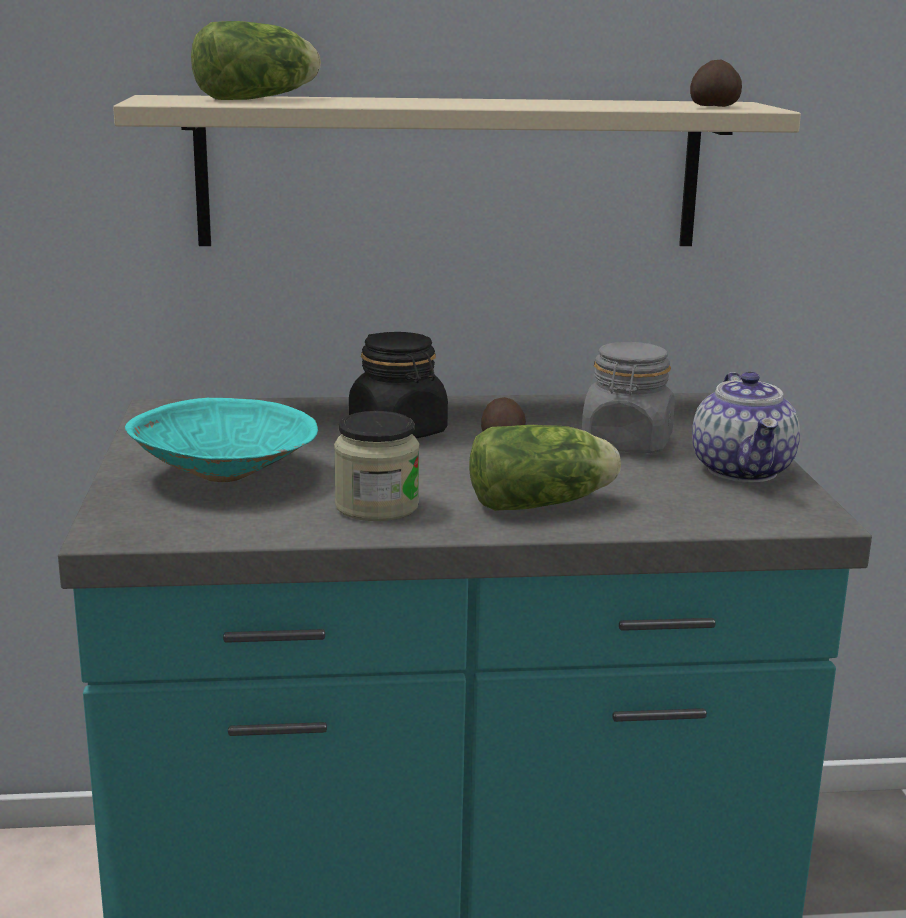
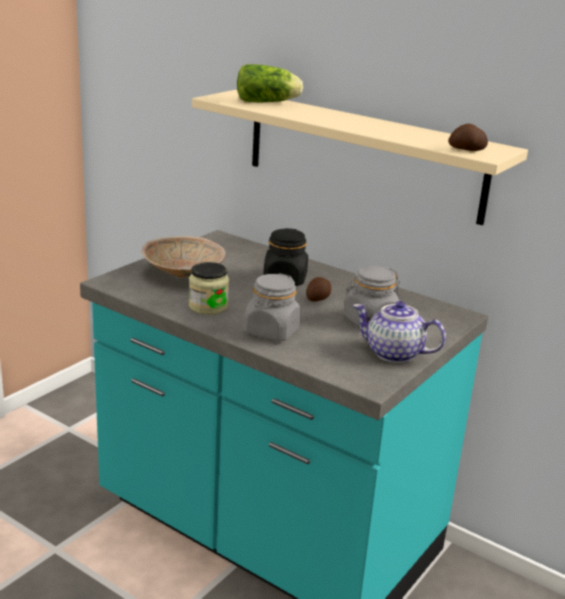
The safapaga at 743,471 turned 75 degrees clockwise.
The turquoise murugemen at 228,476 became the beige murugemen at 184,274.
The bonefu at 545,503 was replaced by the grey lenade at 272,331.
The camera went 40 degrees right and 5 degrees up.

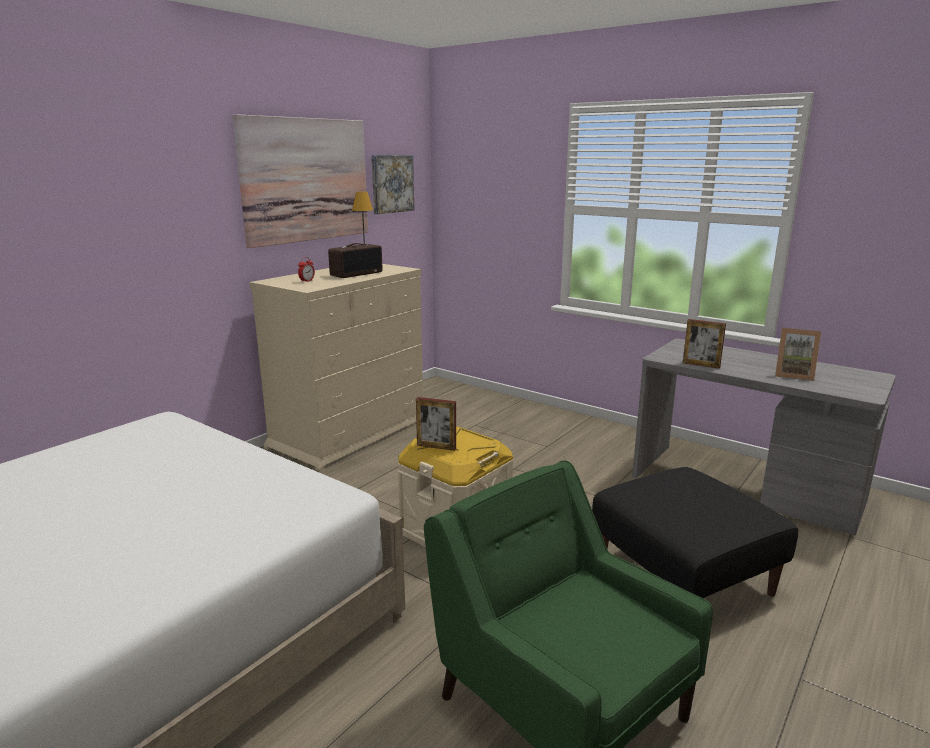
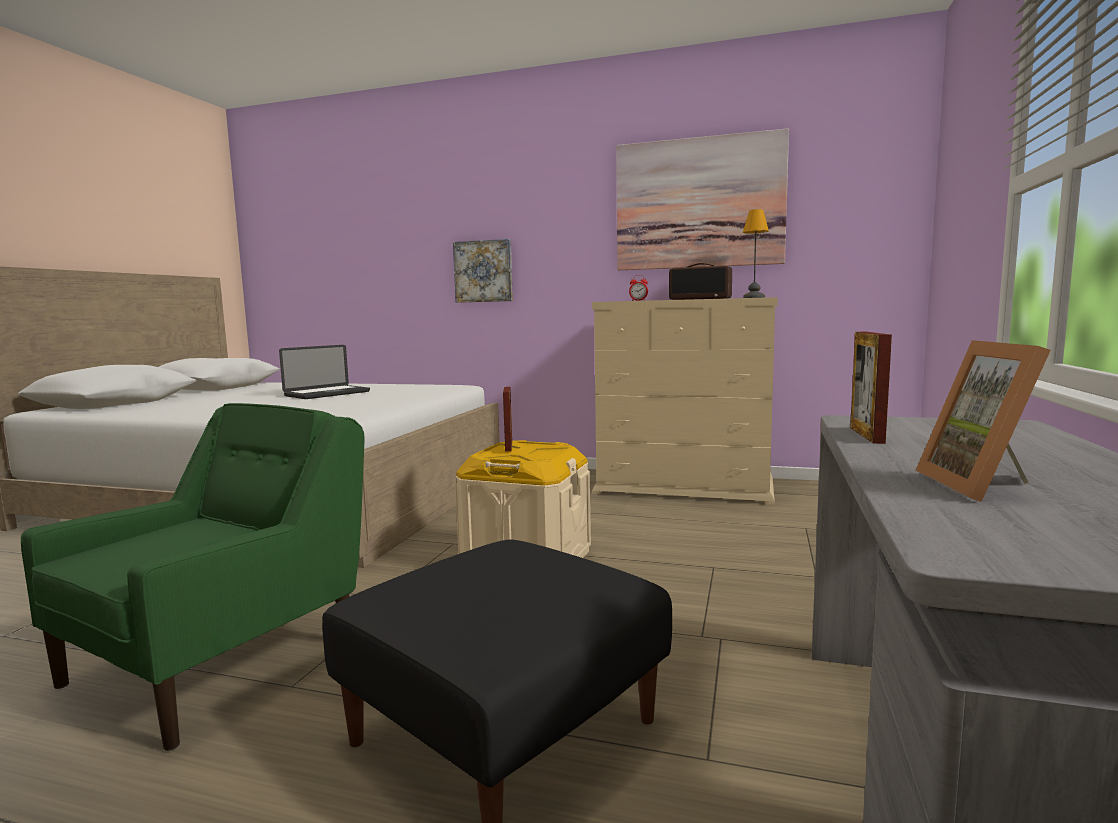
The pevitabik moved from 392,184 to 483,271.
The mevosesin at 327,394 appeared.
The camera went 70 degrees right and 10 degrees down.

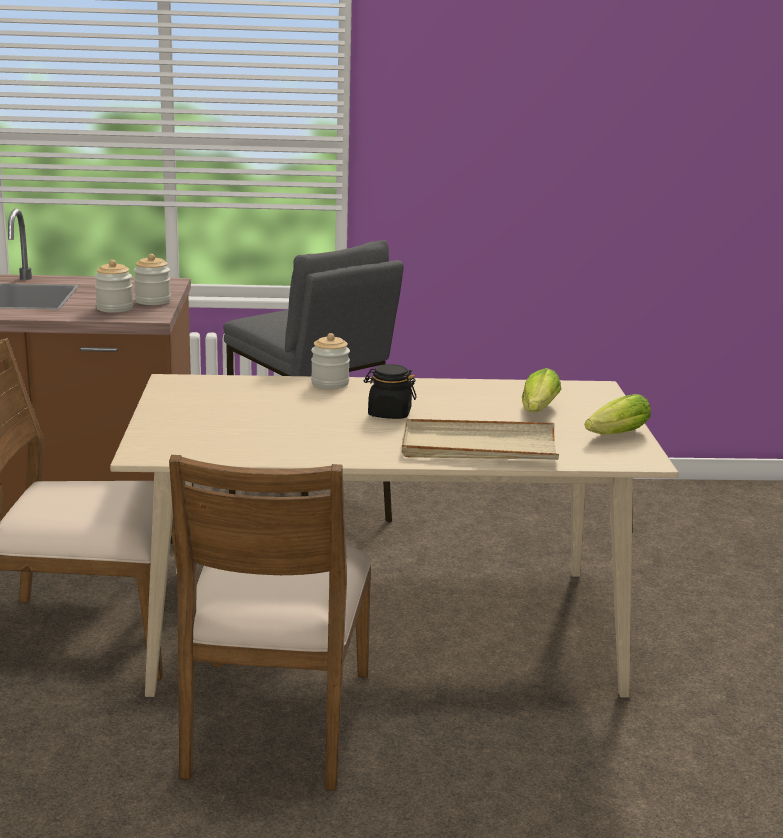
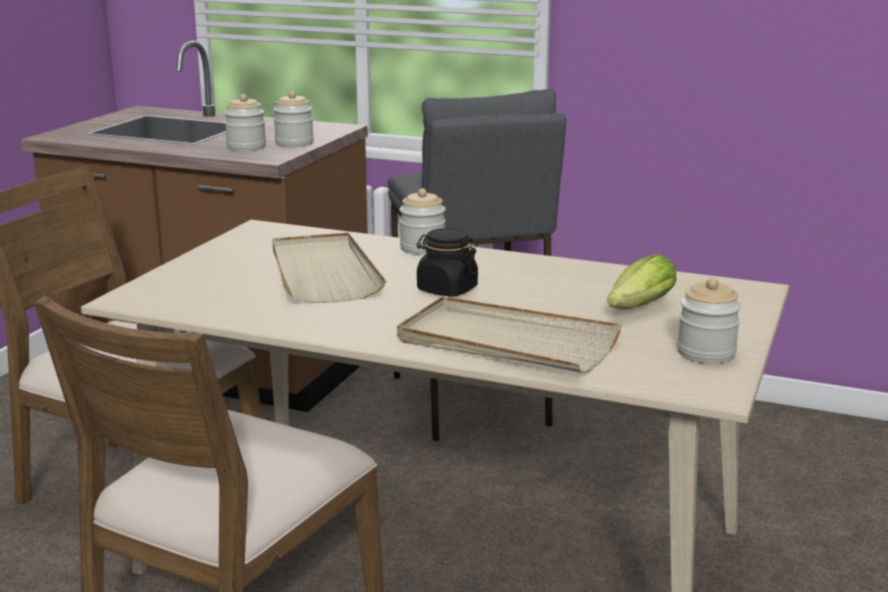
The bonefu at 613,435 was replaced by the lenade at 706,353.
The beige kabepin at 323,273 appeared.
The camera went 25 degrees right and 0 degrees up.

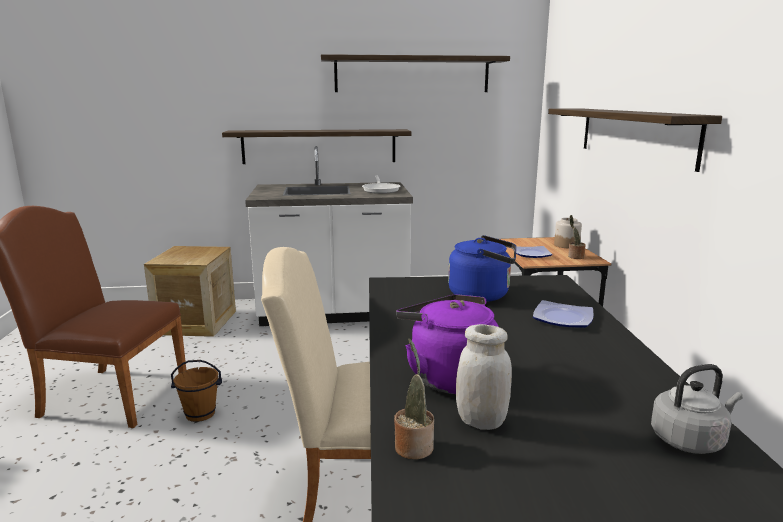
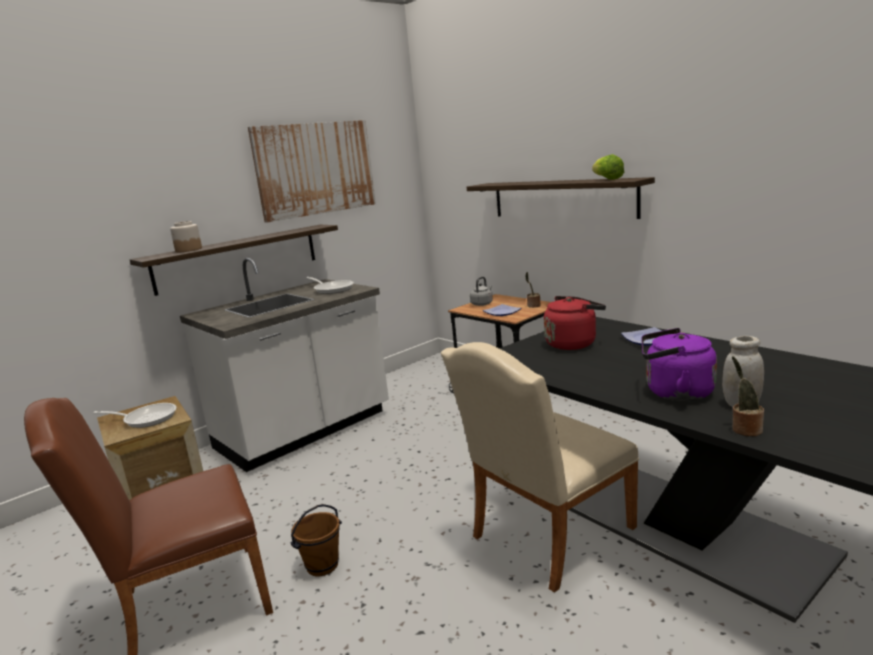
The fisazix at 412,74 was replaced by the pevitabik at 315,169.
The lenade moved from 566,245 to 188,250.
The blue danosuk at 483,295 became the red danosuk at 573,343.
The grey danosuk moved from 690,440 to 482,304.
The bonefu at 607,179 appeared.
The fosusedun at 146,418 appeared.
The camera went 35 degrees left and 0 degrees up.

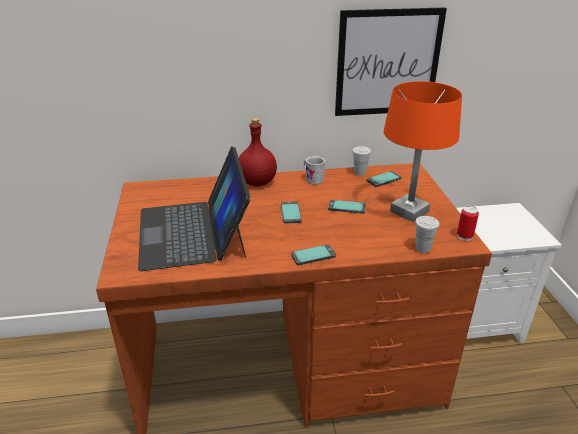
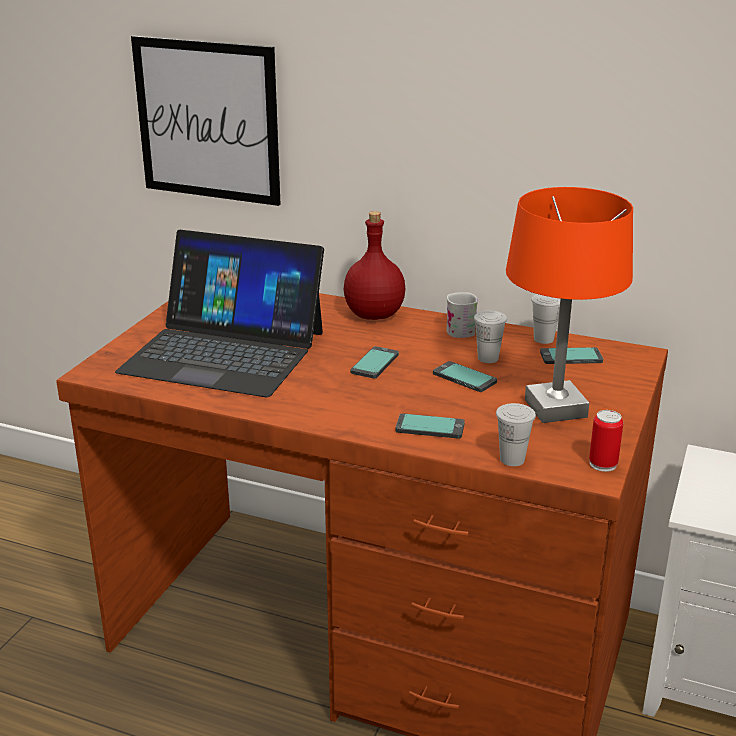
The pevitabik moved from 387,63 to 207,120.
The mevosesin at 193,232 turned 90 degrees counterclockwise.
The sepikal moved from 313,255 to 430,427.
The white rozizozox at 488,358 appeared.
The camera went 30 degrees right and 5 degrees down.

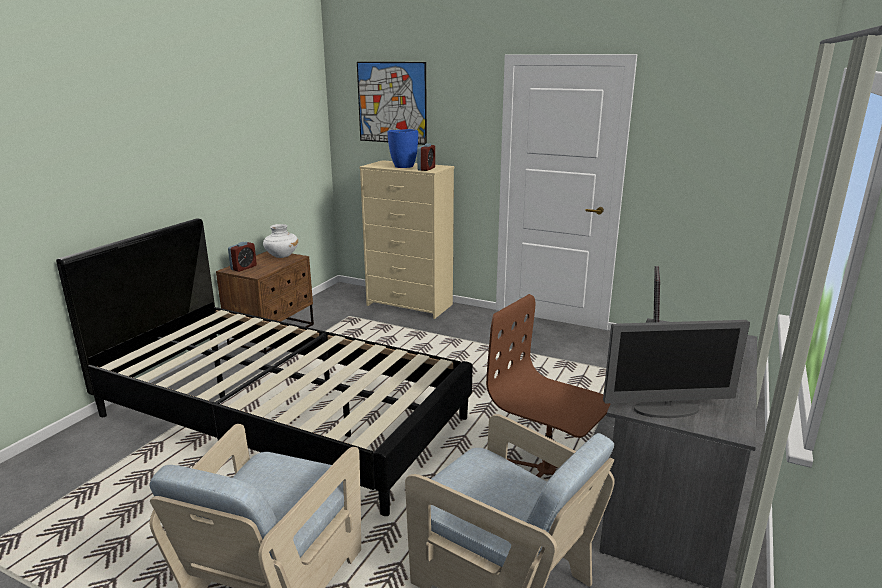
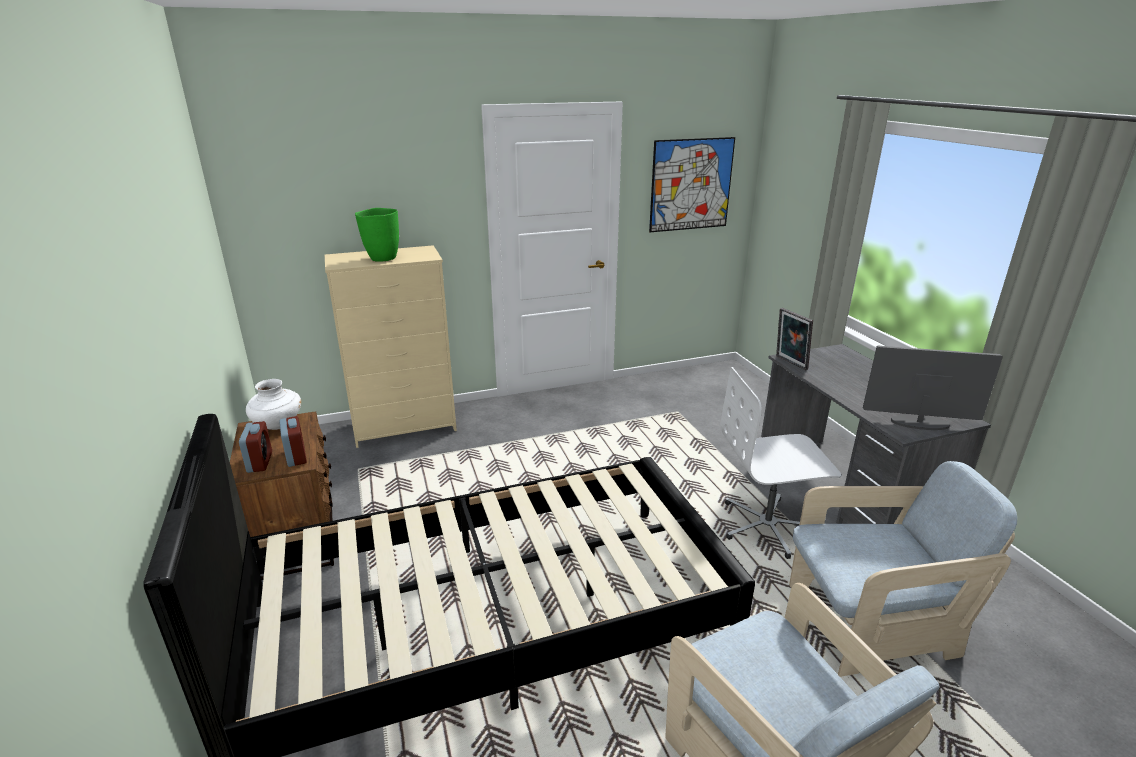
The pevitabik moved from 392,103 to 691,185.
The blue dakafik at 403,167 became the green dakafik at 382,258.
The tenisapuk moved from 426,169 to 296,456.
The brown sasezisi at 545,475 became the white sasezisi at 768,526.
The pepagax at 667,409 turned 120 degrees counterclockwise.
The camera went 45 degrees left and 5 degrees up.

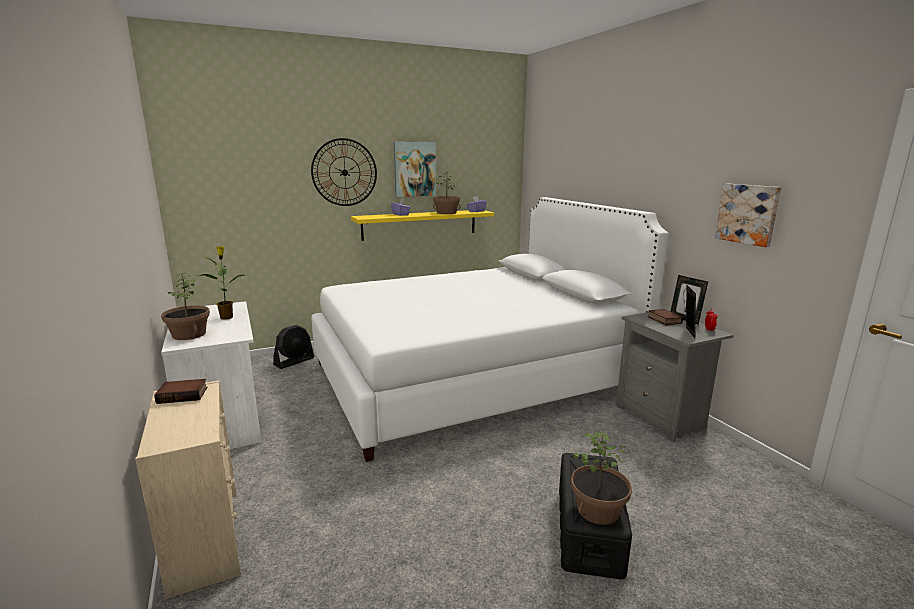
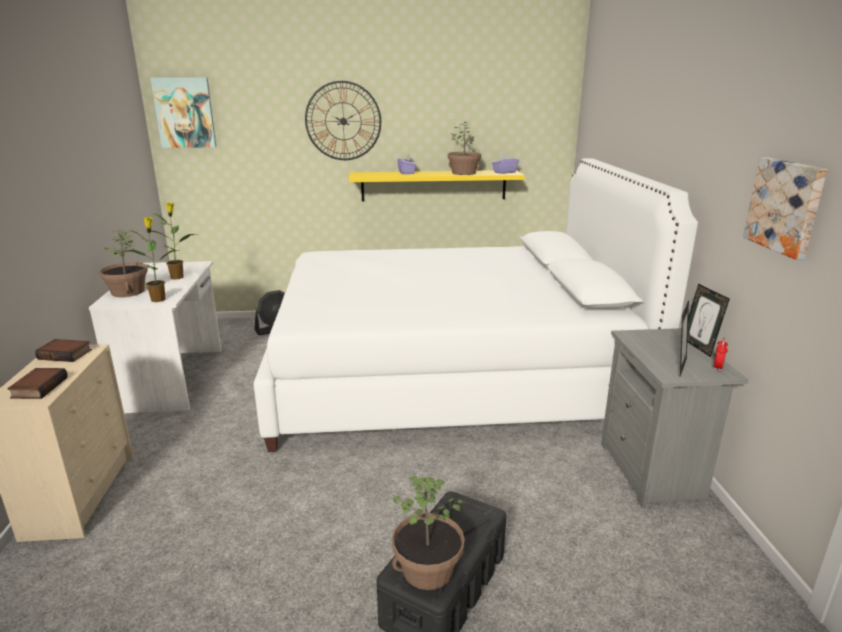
The pevitabik moved from 414,169 to 184,113.
The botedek moved from 663,320 to 39,387.
The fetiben at 159,299 appeared.
The camera went 20 degrees right and 5 degrees up.

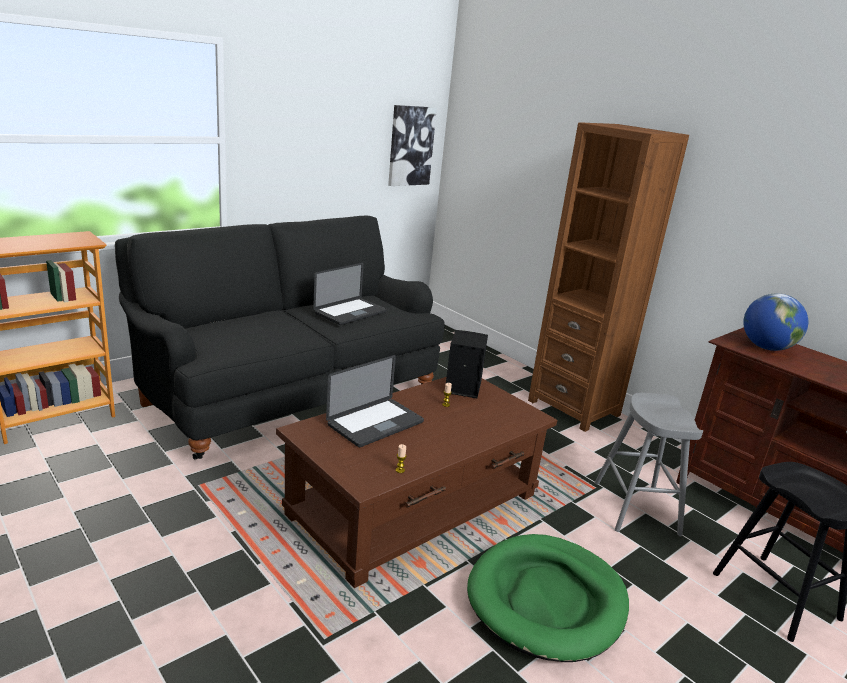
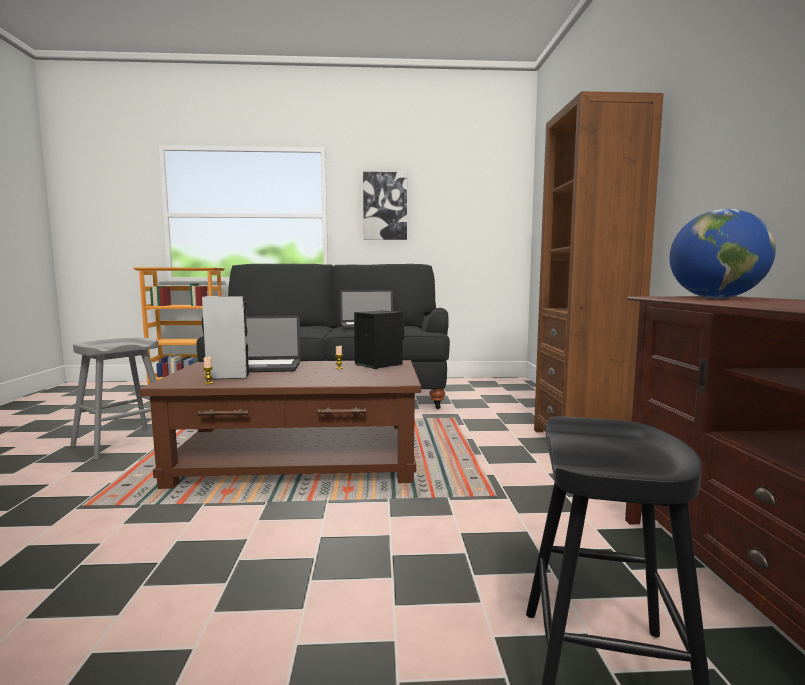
The pevitabik moved from 410,146 to 385,206.
The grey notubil moved from 636,508 to 122,442.
The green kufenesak at 547,600 disappeared.
The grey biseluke at 228,377 appeared.
The camera went 40 degrees right and 15 degrees down.

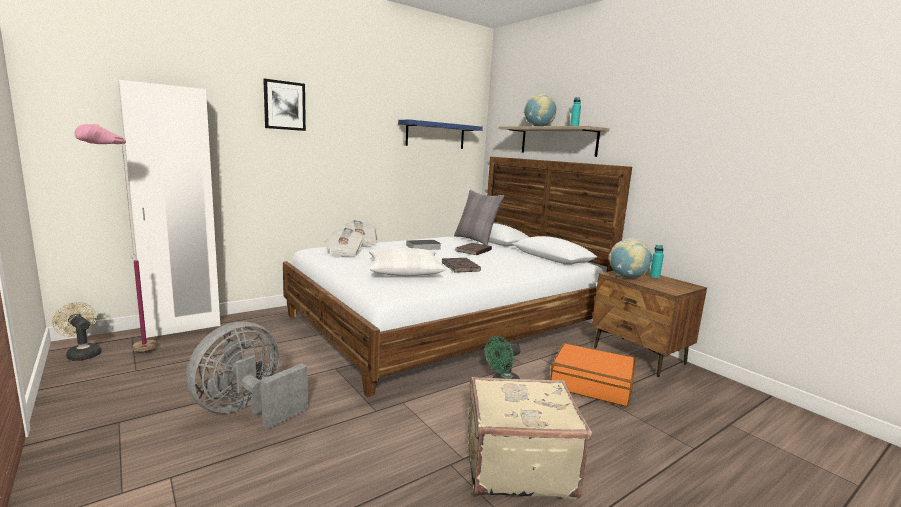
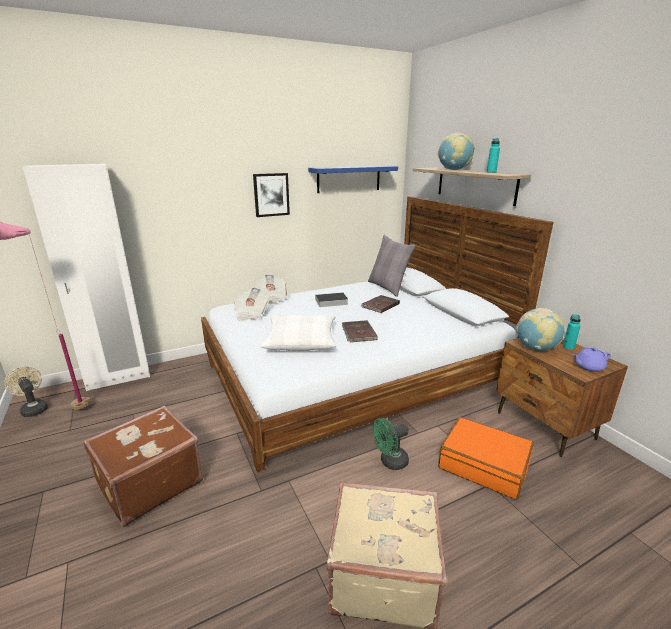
The pevitabik moved from 284,105 to 271,194.
The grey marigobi at 247,410 was replaced by the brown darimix at 149,483.
The purple safapaga at 588,367 appeared.
The camera went 10 degrees right and 10 degrees up.

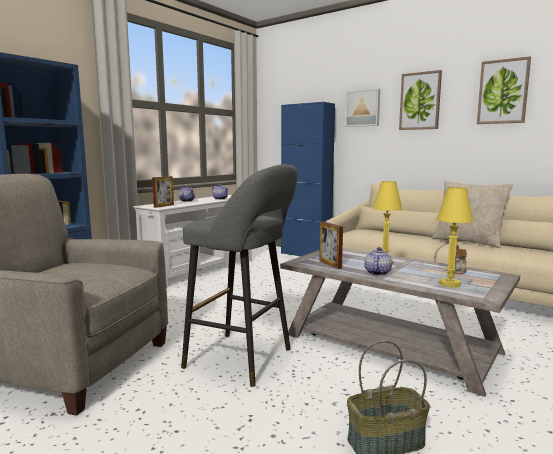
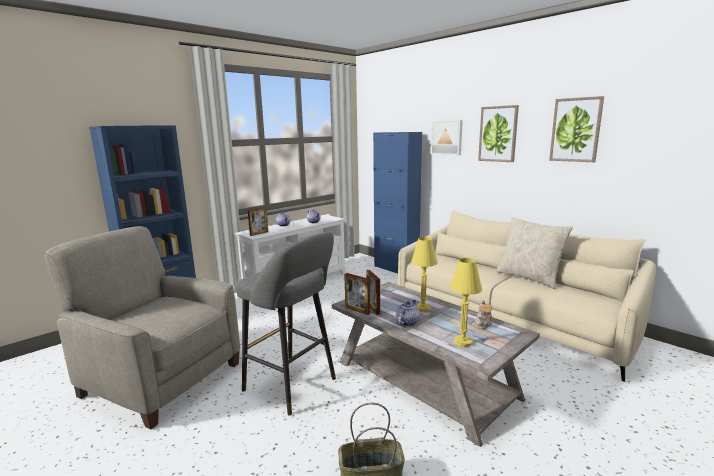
The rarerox at 357,310 appeared.
The camera went 10 degrees right and 5 degrees up.

